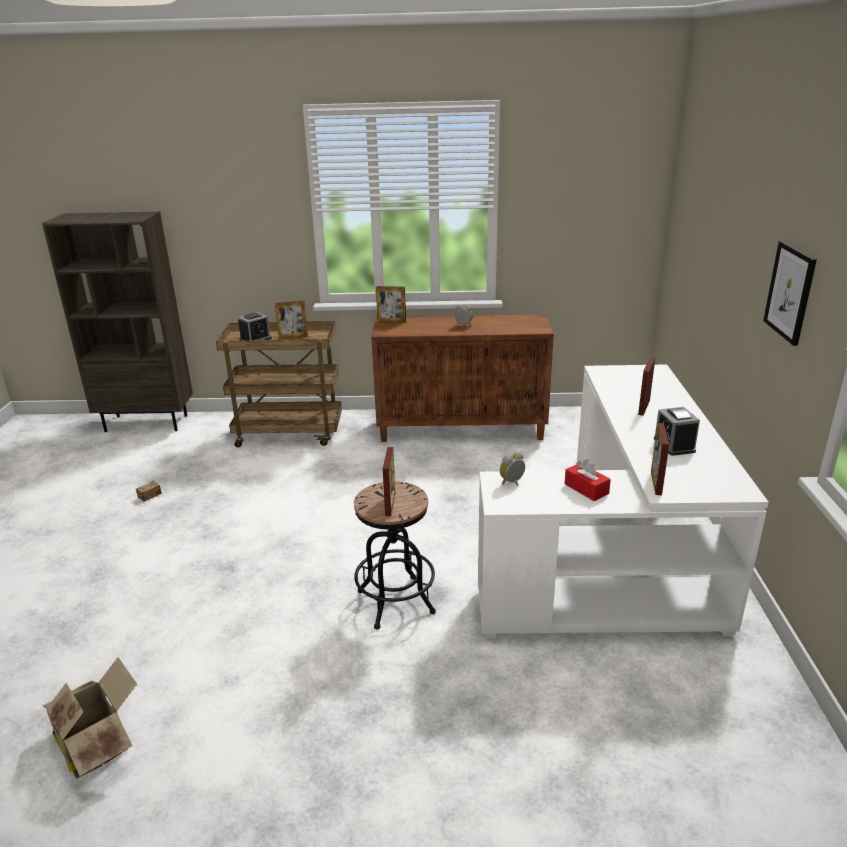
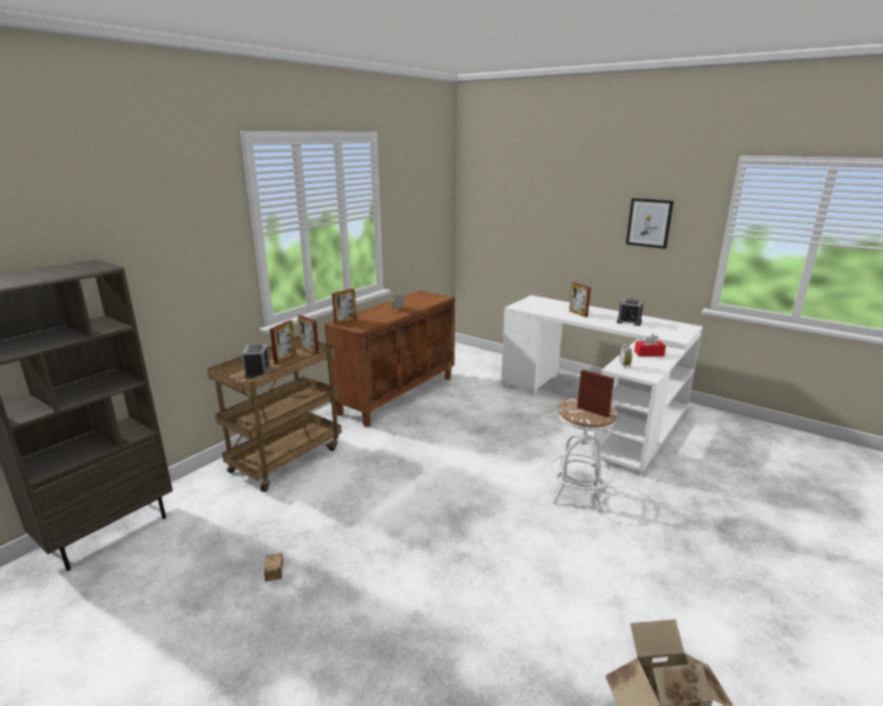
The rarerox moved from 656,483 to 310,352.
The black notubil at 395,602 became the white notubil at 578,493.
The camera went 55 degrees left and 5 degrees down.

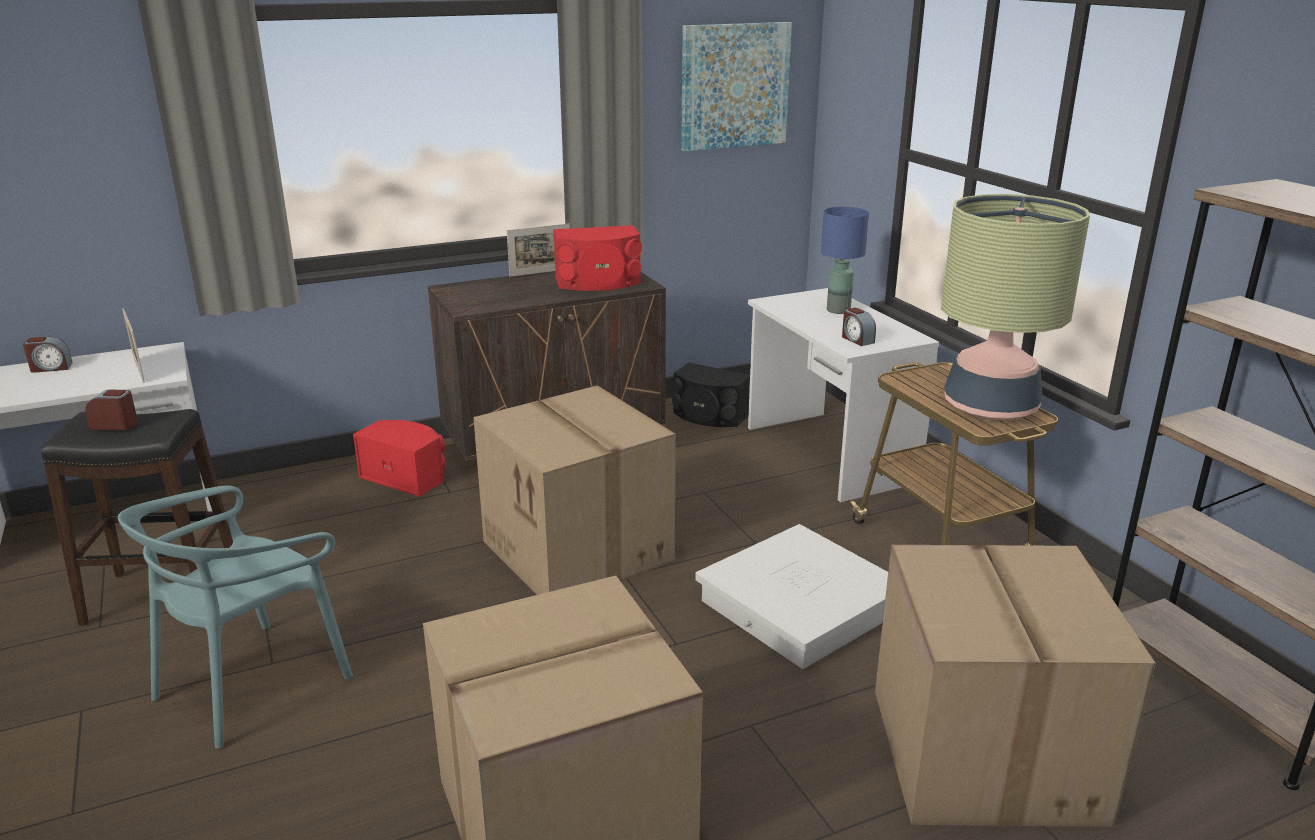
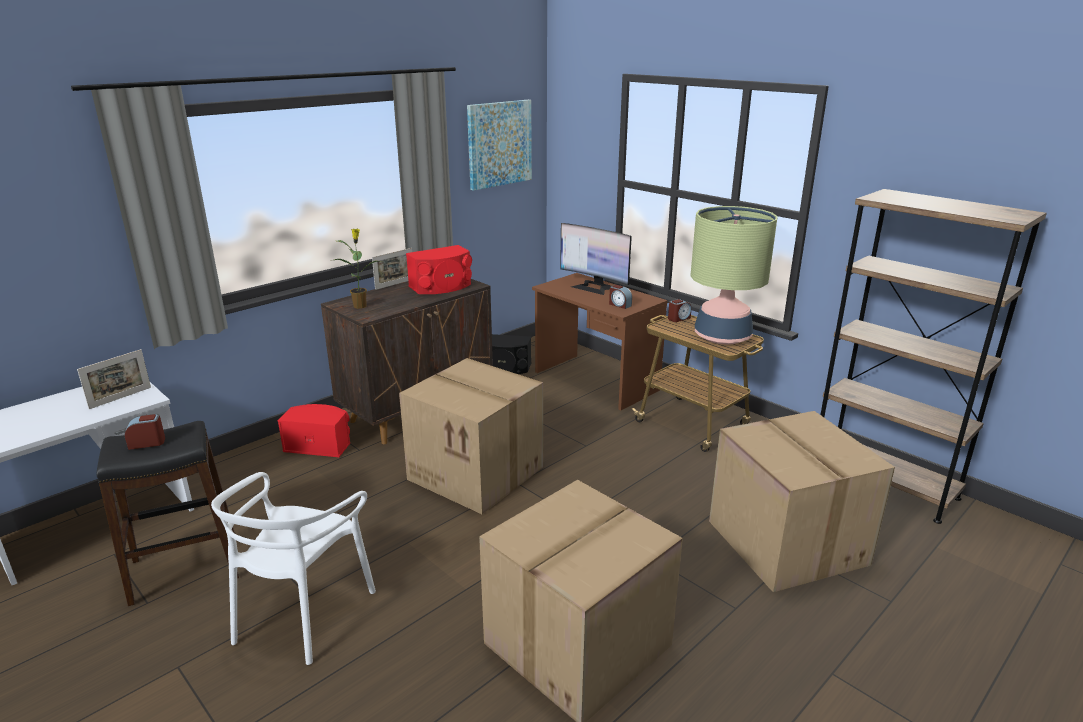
The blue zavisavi at 839,310 was replaced by the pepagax at 594,287.
The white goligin at 827,454 became the brown goligin at 595,381.
The rarerox at 139,370 turned 90 degrees counterclockwise.
The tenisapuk moved from 51,368 to 678,318.
The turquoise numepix at 252,683 became the white numepix at 303,613.
The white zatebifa at 800,607 disappeared.
The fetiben at 360,306 appeared.
The camera went 20 degrees left and 0 degrees up.

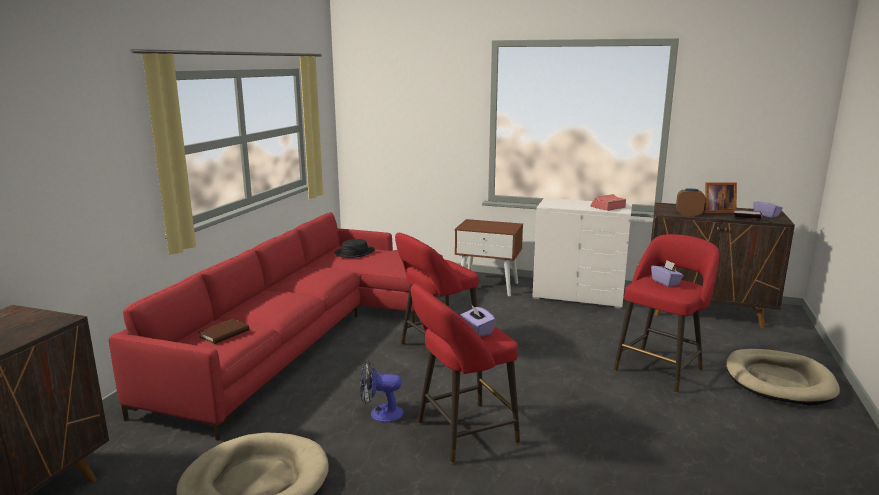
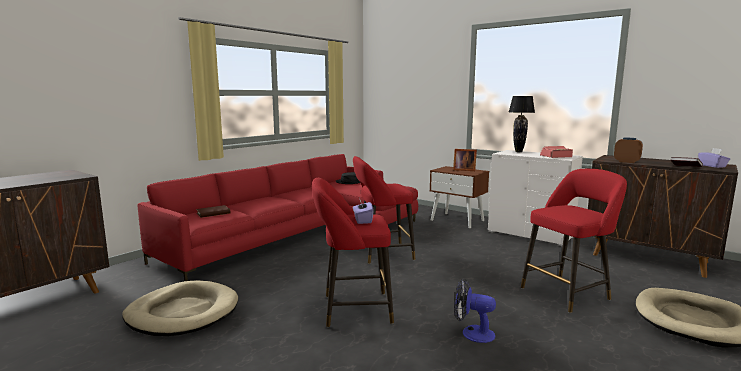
The rarerox moved from 716,212 to 463,170.
The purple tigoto at 666,282 disappeared.
The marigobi moved from 380,413 to 472,333.
The black zavisavi at 518,152 appeared.
The camera went 20 degrees right and 5 degrees down.

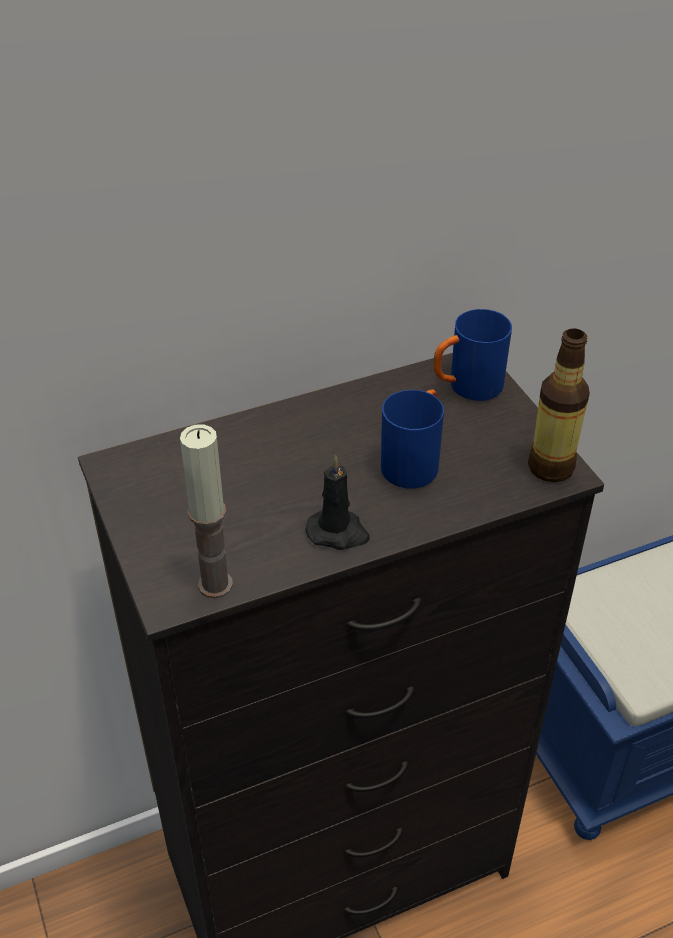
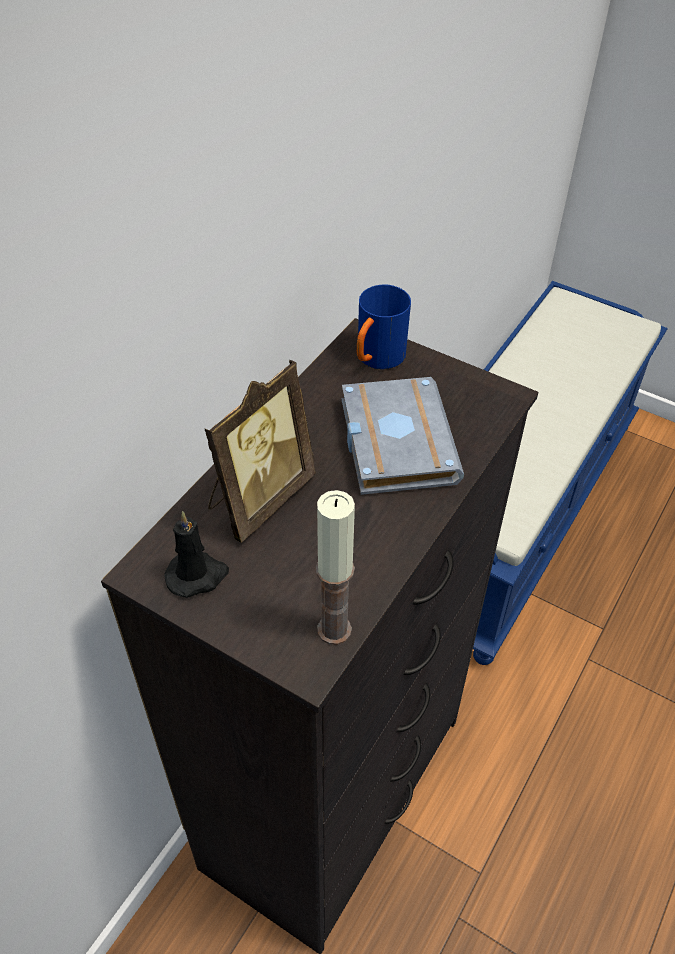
The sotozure at 550,467 disappeared.
The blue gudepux at 414,462 was replaced by the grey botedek at 393,441.
The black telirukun moved from 338,532 to 197,575.
The rarerox at 258,498 appeared.
The camera went 35 degrees left and 5 degrees up.

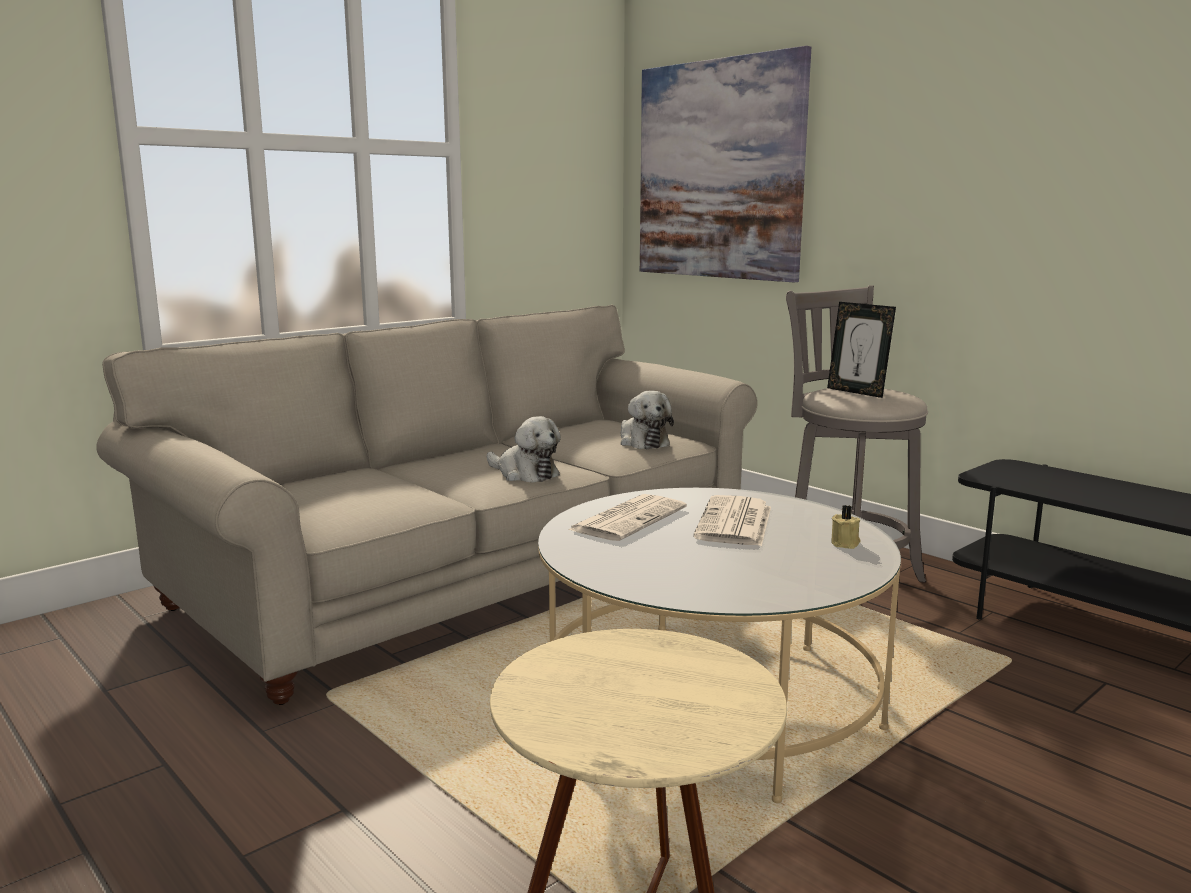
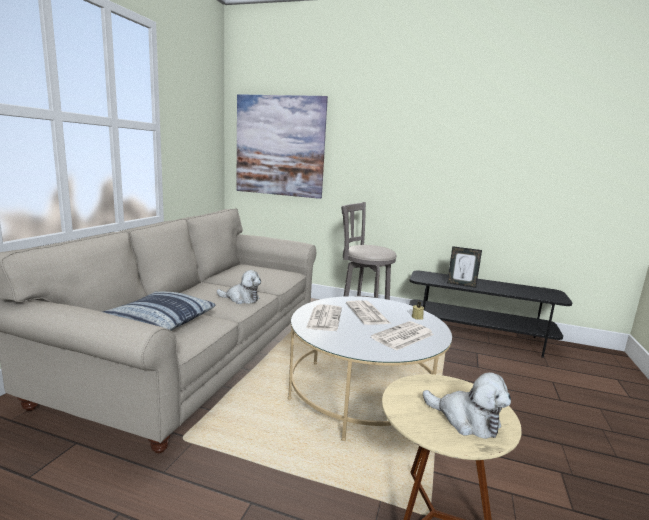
The rarerox moved from 857,392 to 461,284.
The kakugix moved from 642,442 to 466,420.
The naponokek at 159,321 appeared.
The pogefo at 402,336 appeared.
The camera went 30 degrees left and 0 degrees up.

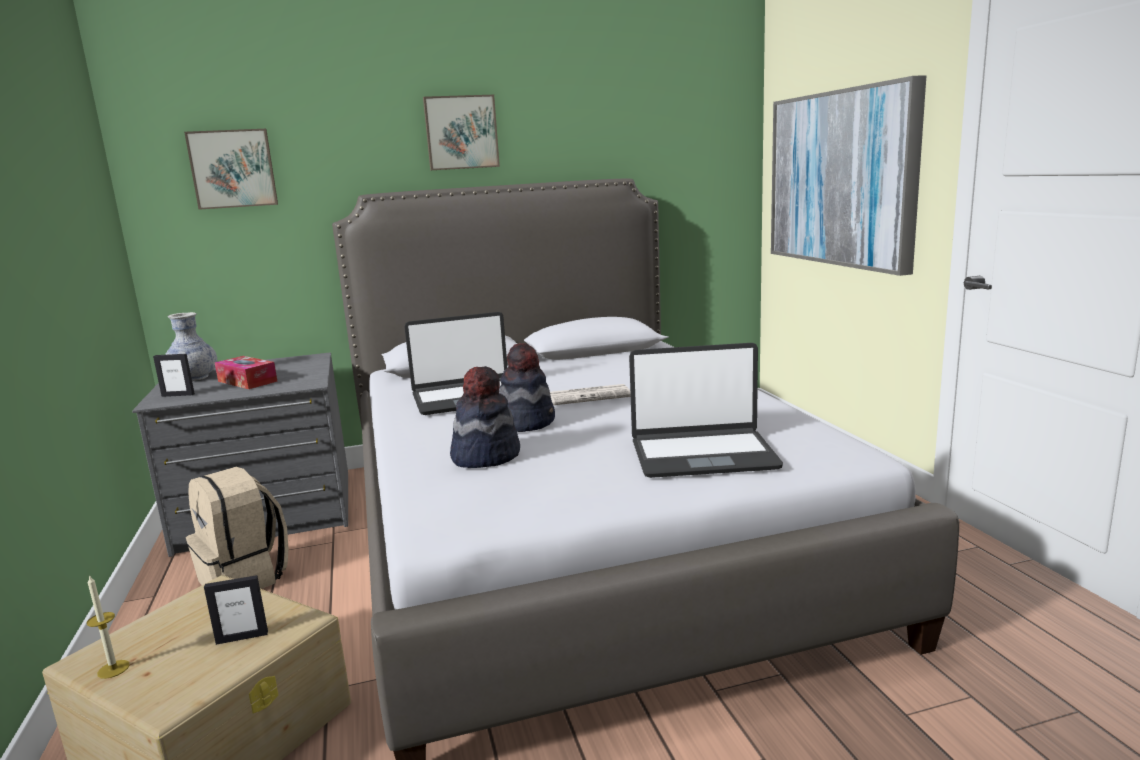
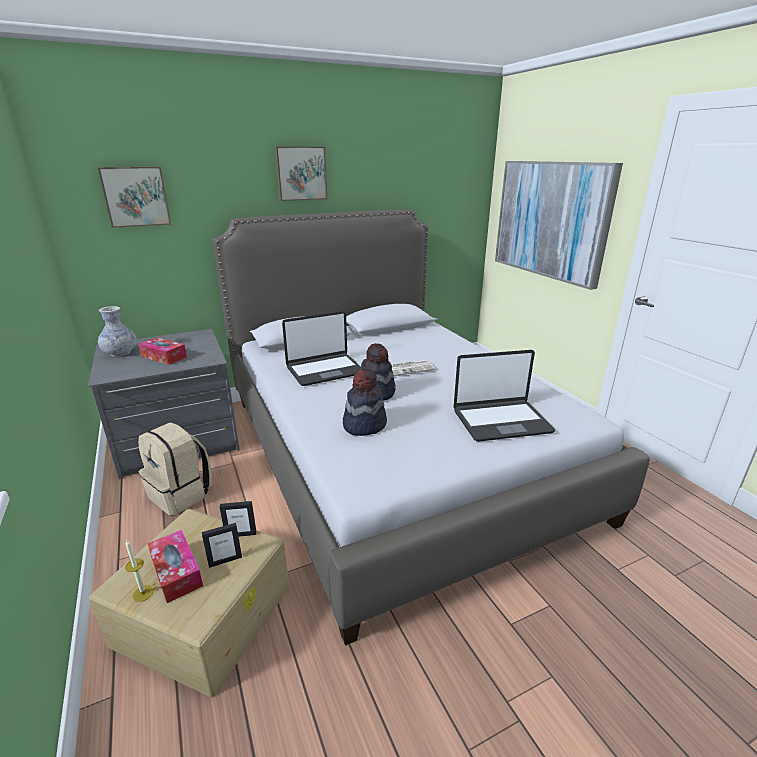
The rarerox moved from 178,395 to 241,534.
The tigoto at 176,572 appeared.
The camera went 10 degrees left and 10 degrees up.

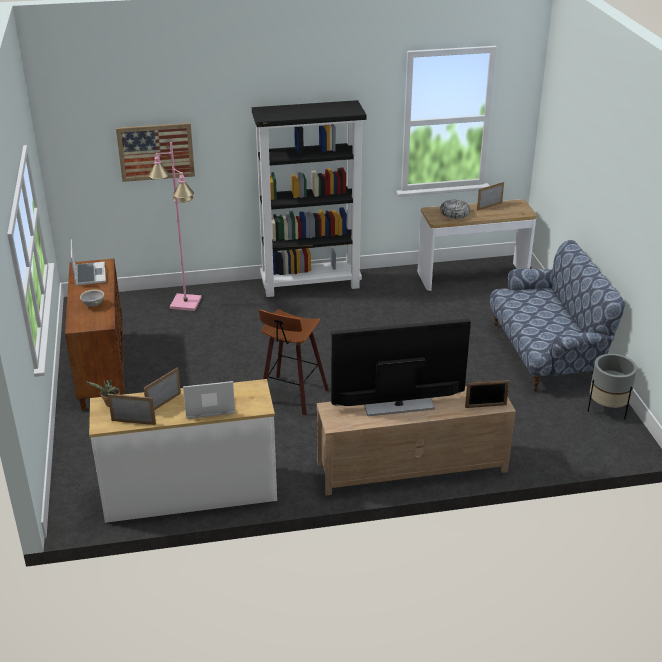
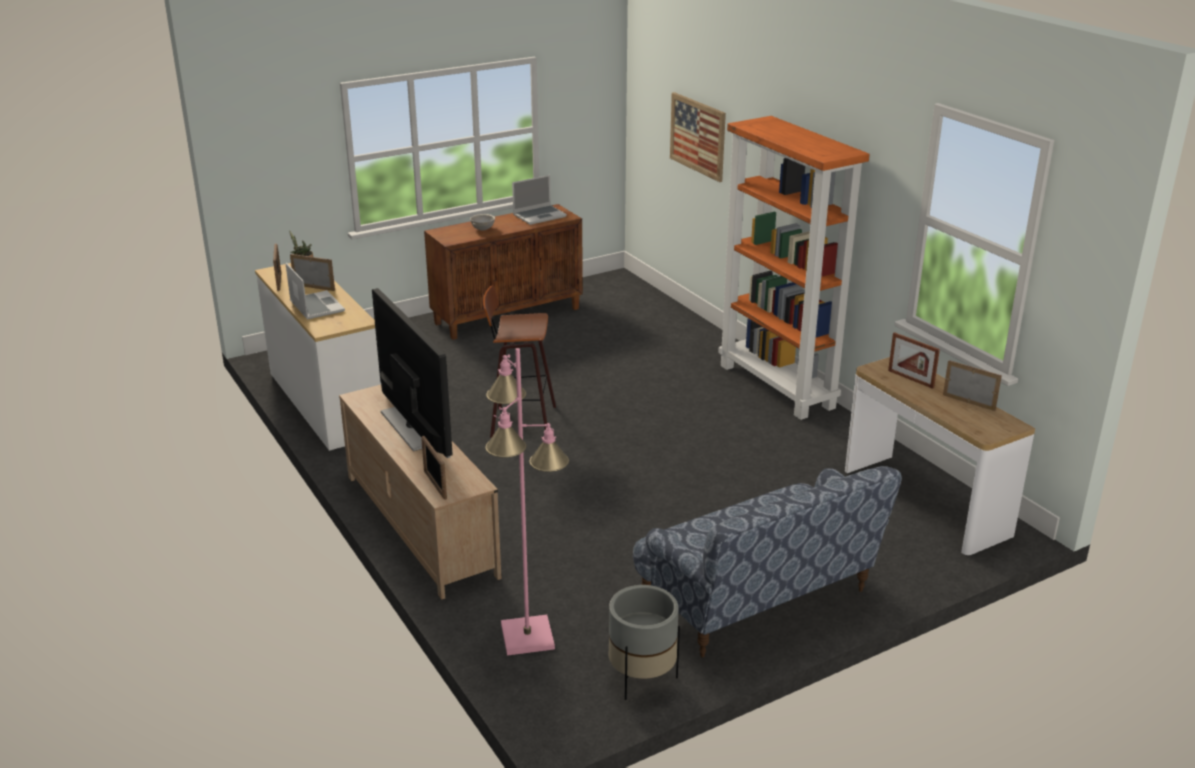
The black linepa at 311,284 became the orange linepa at 778,386.
The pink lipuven moved from 185,303 to 528,636.
The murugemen at 454,213 was replaced by the rarerox at 910,379.
The camera went 70 degrees right and 5 degrees down.

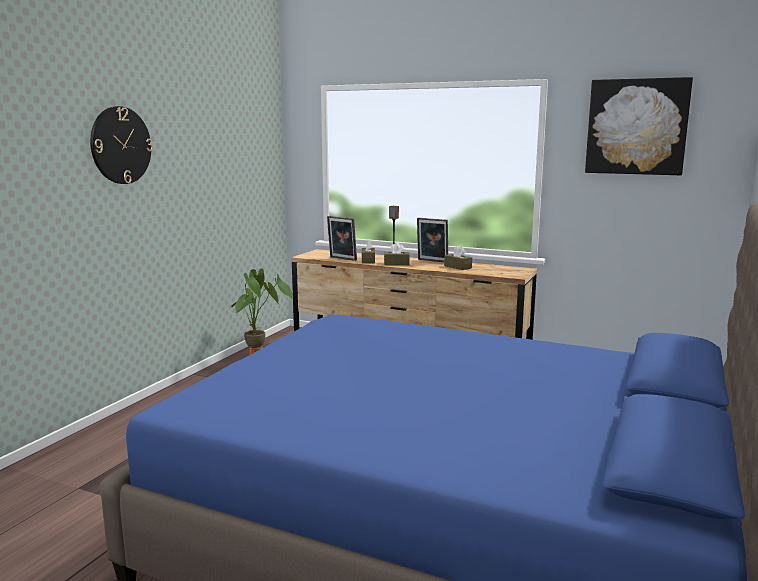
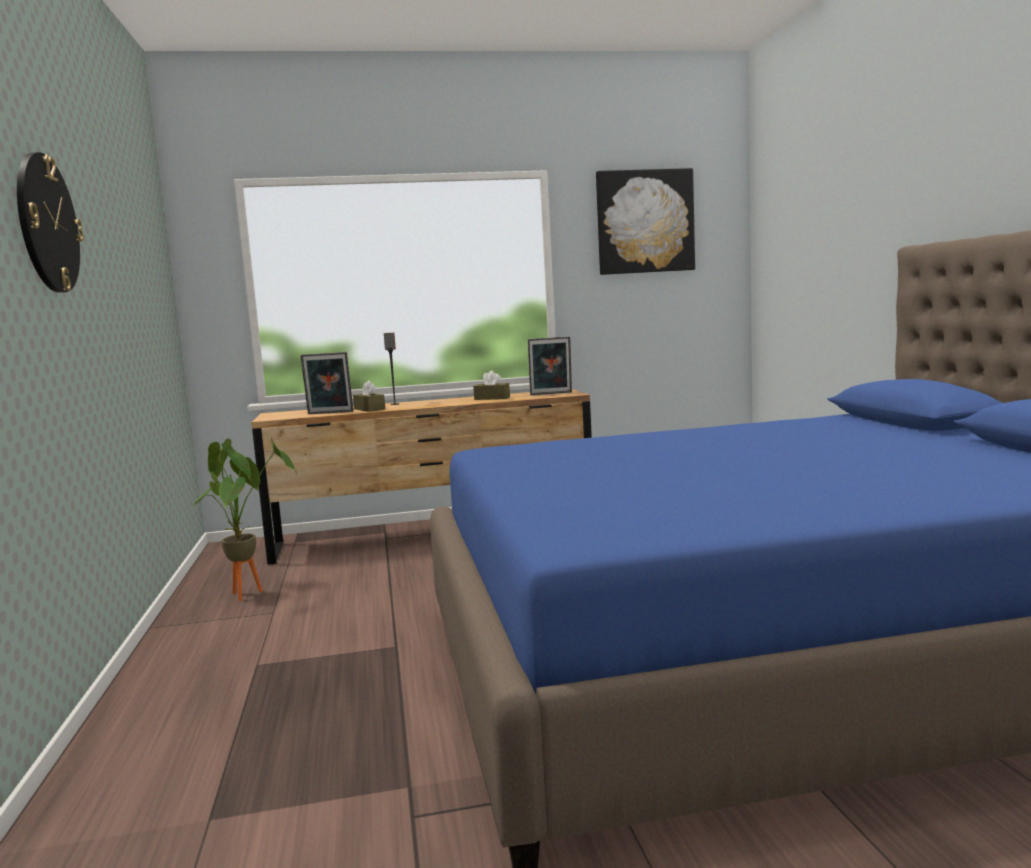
The rarerox moved from 432,261 to 551,393.
The brown tigoto at 396,263 disappeared.
The camera went 35 degrees left and 5 degrees down.

